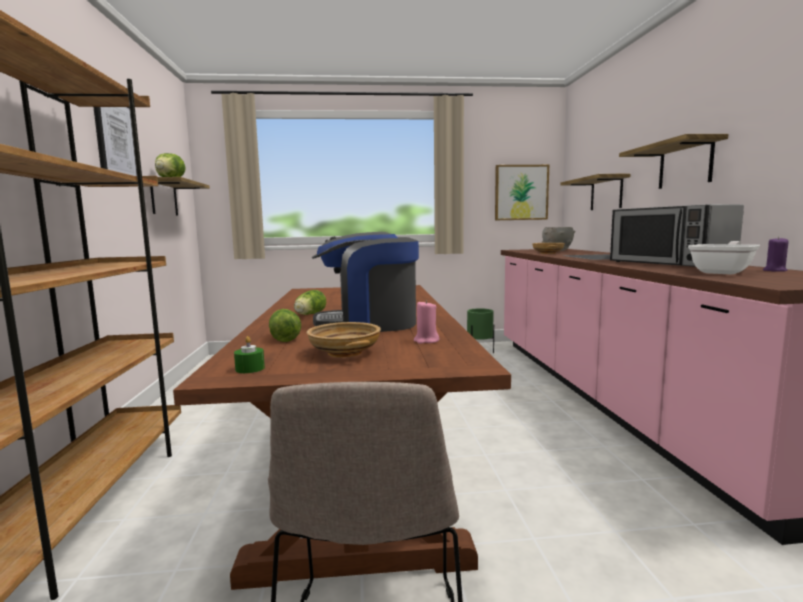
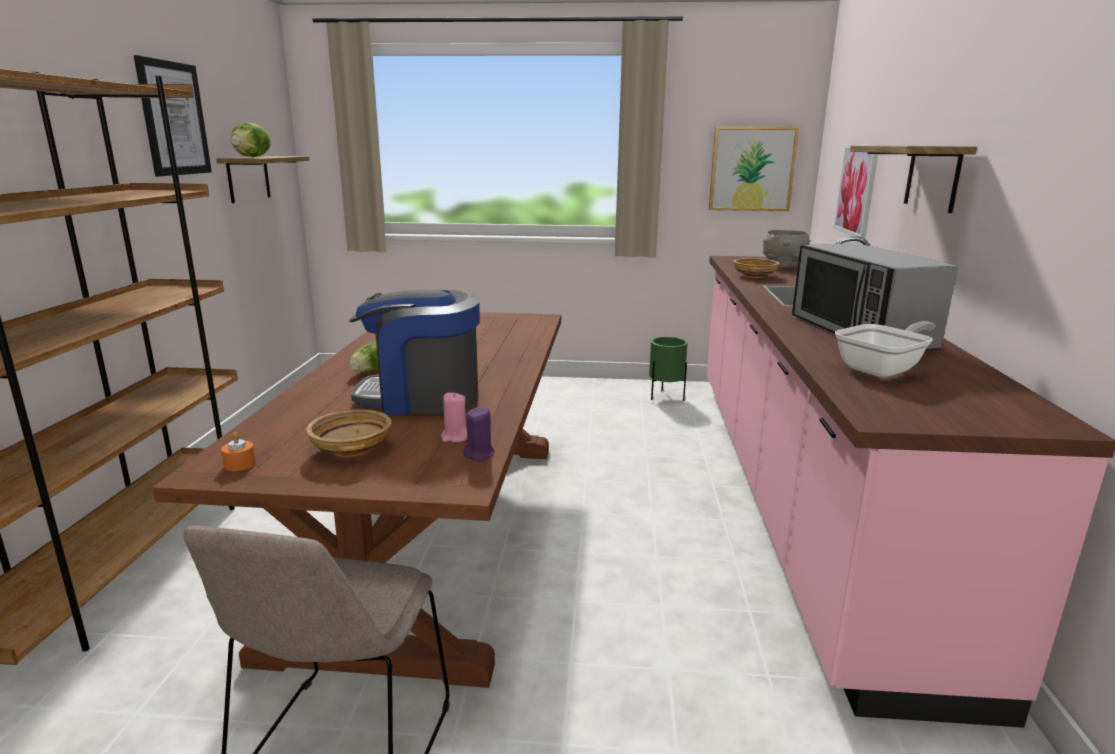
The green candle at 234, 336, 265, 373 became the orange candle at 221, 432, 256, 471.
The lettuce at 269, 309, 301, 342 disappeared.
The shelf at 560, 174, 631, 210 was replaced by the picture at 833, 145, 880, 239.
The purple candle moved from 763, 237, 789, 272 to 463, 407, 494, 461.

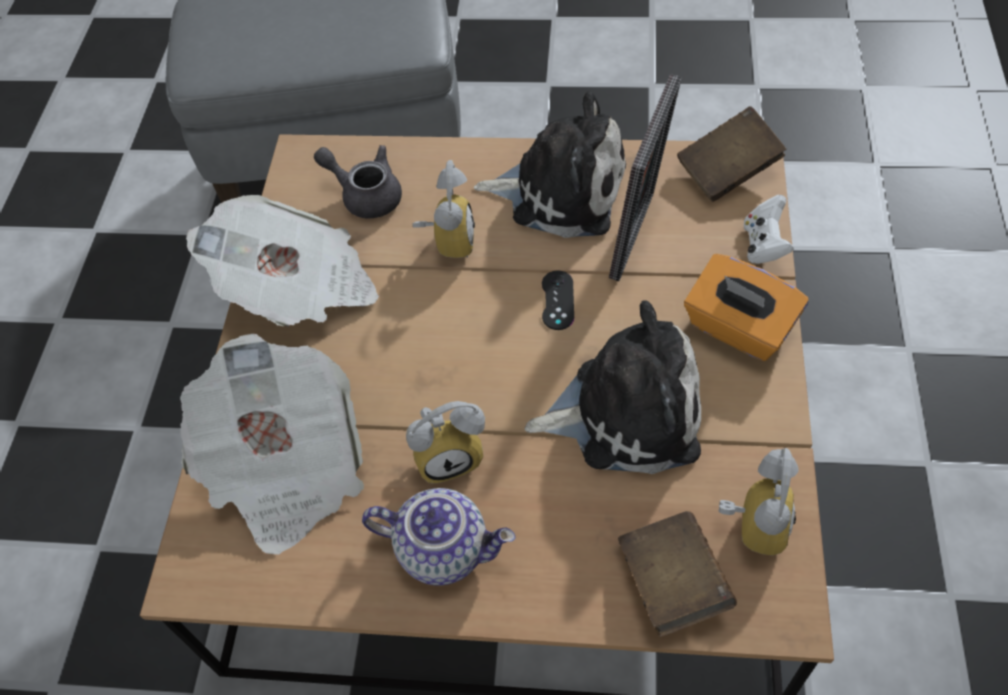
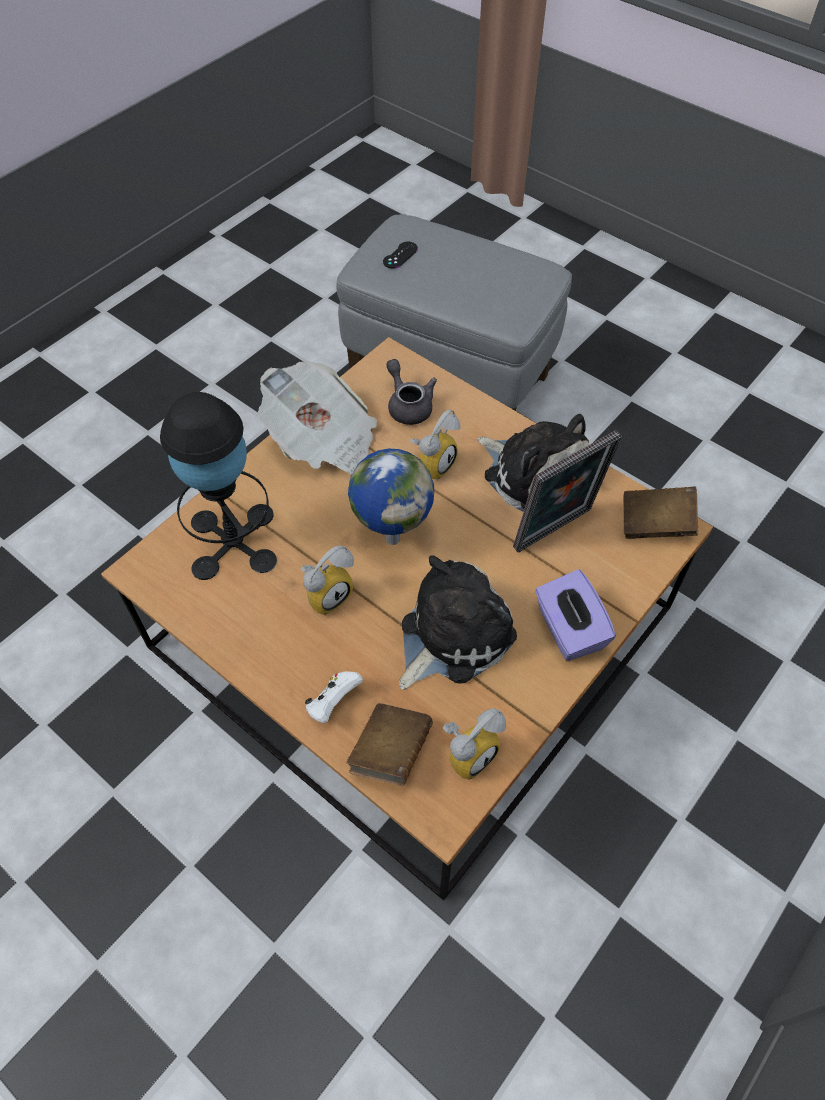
The newspaper at 180, 334, 364, 555 was replaced by the black table lamp at 160, 392, 277, 580.
The teapot at 362, 488, 515, 585 disappeared.
The alarm clock at 406, 401, 485, 484 turned 60 degrees counterclockwise.
The plush toy at 524, 301, 701, 474 turned 75 degrees counterclockwise.
The black game controller moved from 542, 270, 574, 330 to 383, 242, 418, 269.
The orange tissue box at 684, 254, 809, 361 became the purple tissue box at 535, 569, 616, 661.
The white game controller moved from 744, 195, 794, 264 to 305, 671, 363, 723.
The globe at 348, 449, 435, 545 appeared.

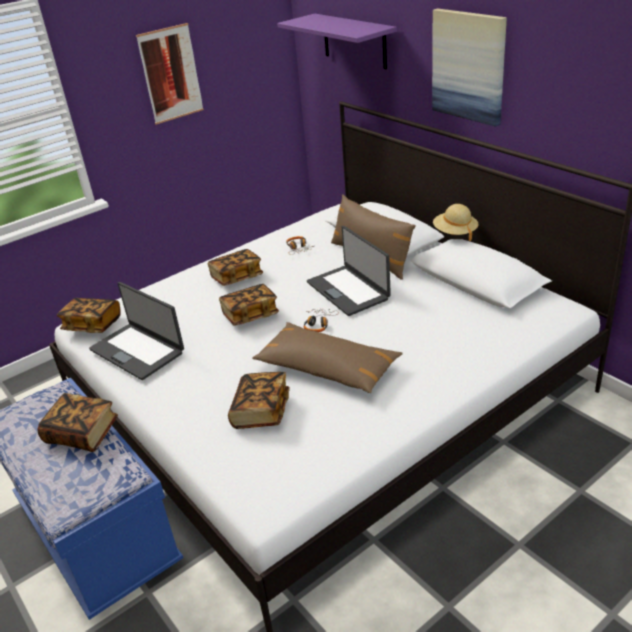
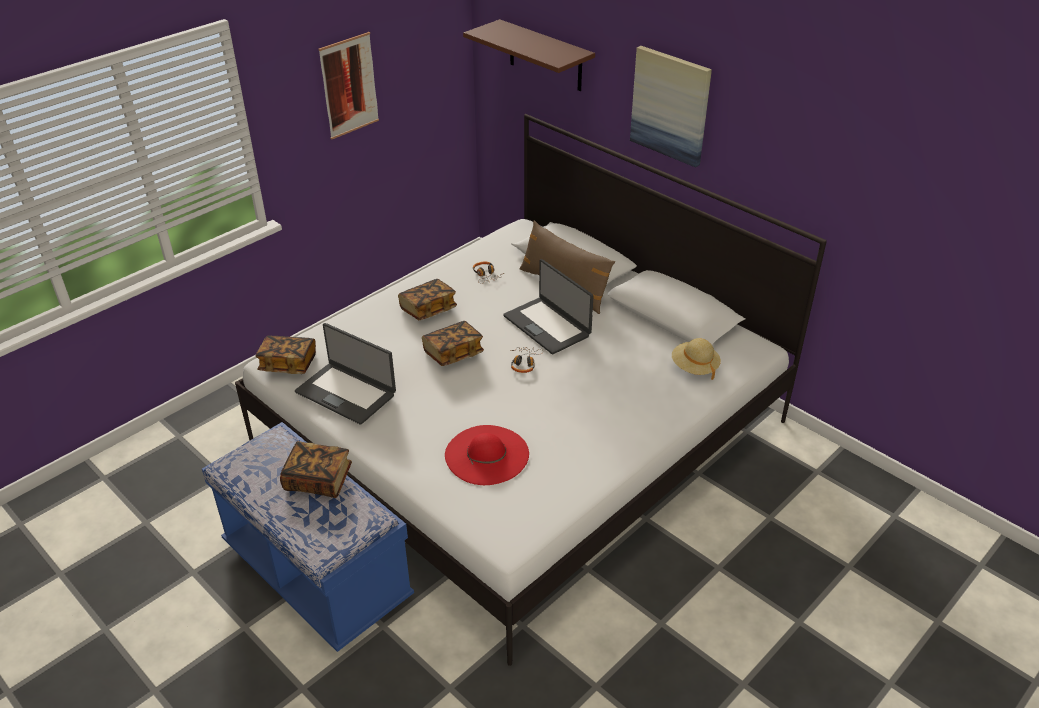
The book at 228, 372, 290, 429 was replaced by the red hat at 445, 425, 529, 485.
The brown pillow at 252, 322, 403, 393 disappeared.
The purple shelf at 277, 14, 397, 69 became the brown shelf at 463, 19, 595, 91.
The beige hat moved from 433, 204, 479, 241 to 672, 338, 721, 380.

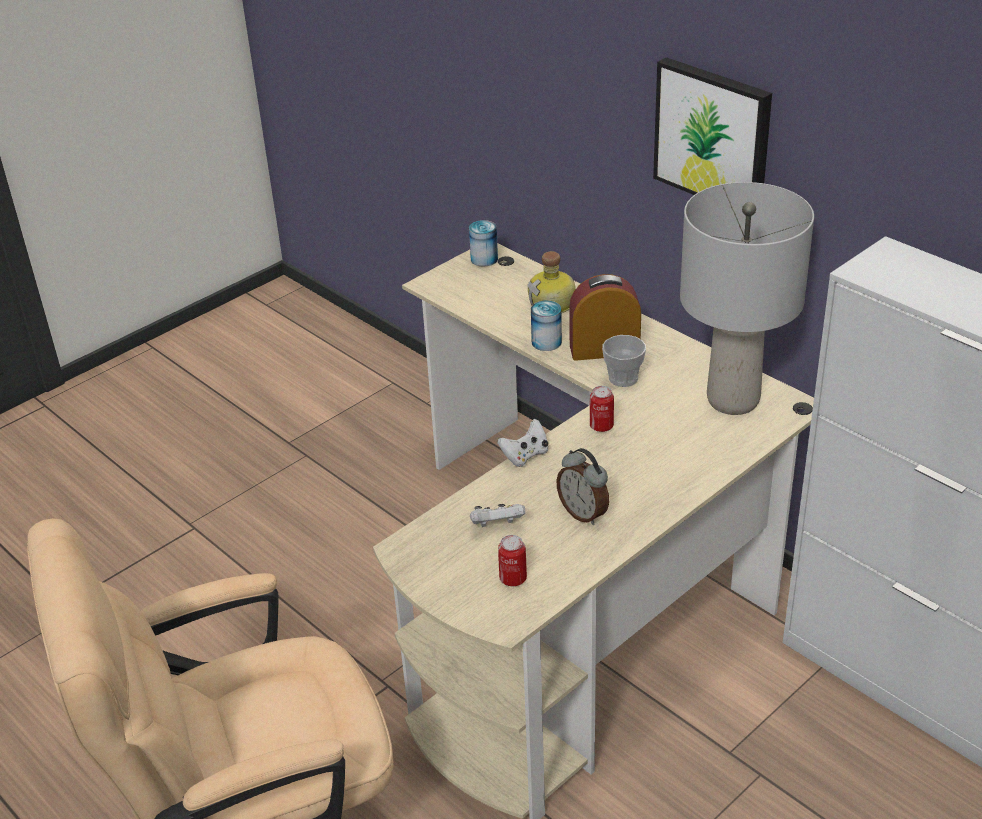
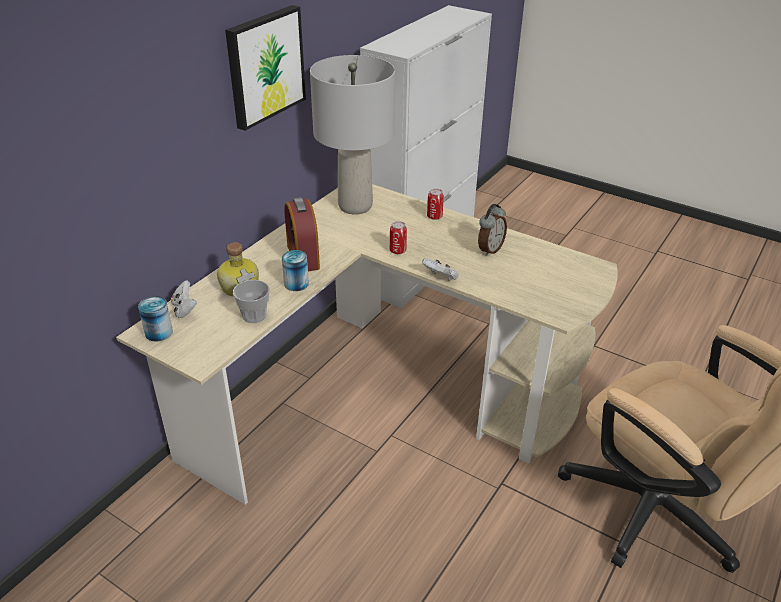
The white game controller moved from 470, 504, 525, 527 to 171, 280, 197, 318.
The can moved from 498, 535, 527, 586 to 427, 189, 444, 220.
The cup moved from 602, 335, 646, 387 to 233, 280, 270, 323.

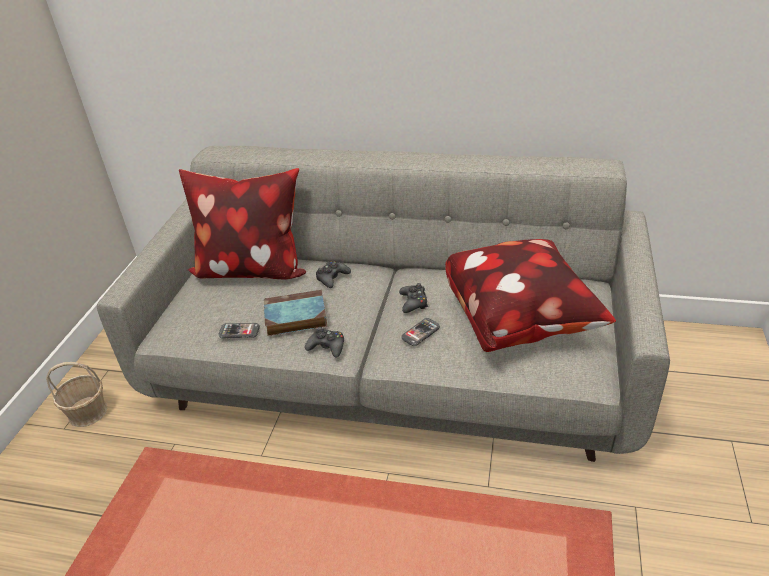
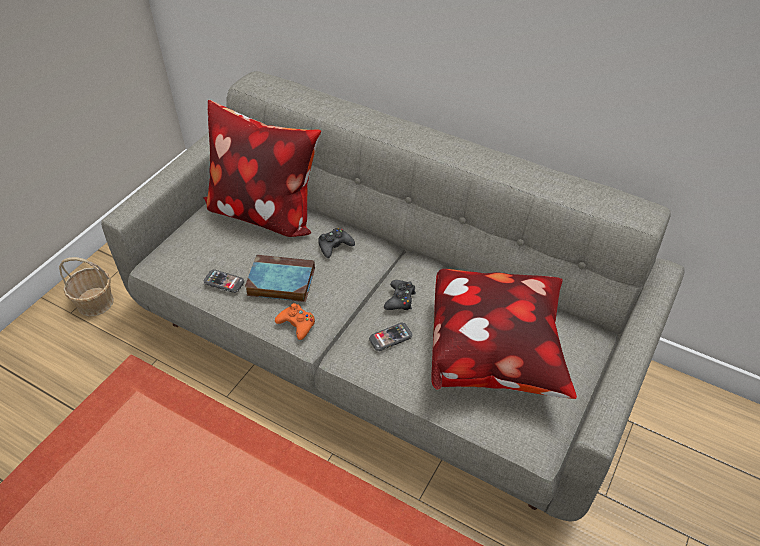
The black game controller at 305, 327, 344, 358 became the orange game controller at 275, 303, 315, 340.

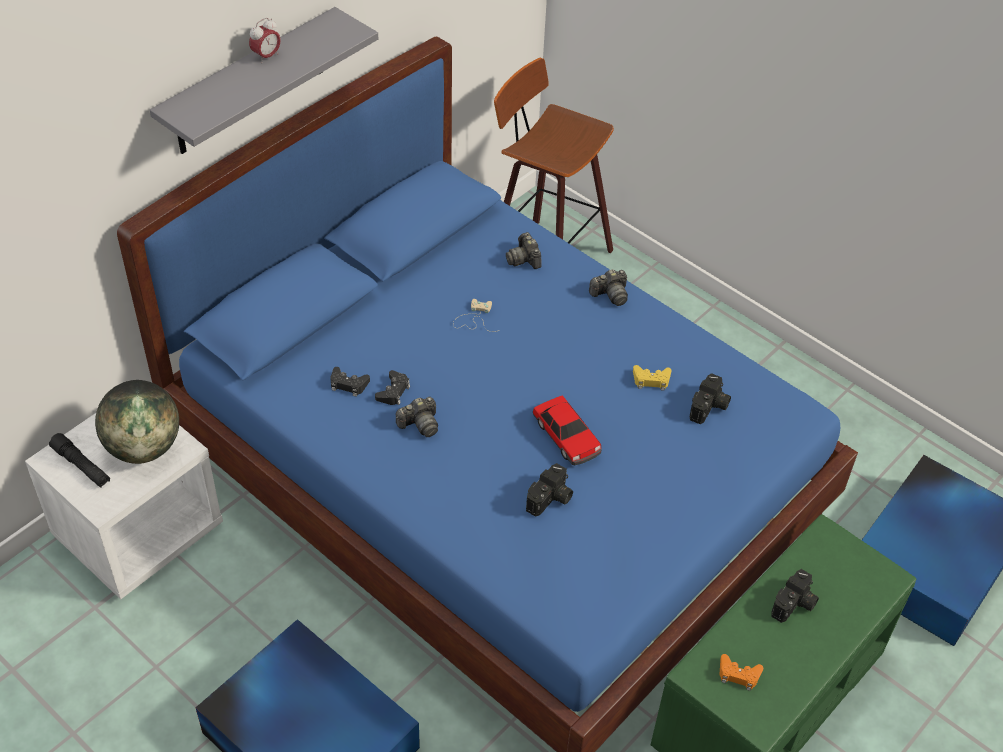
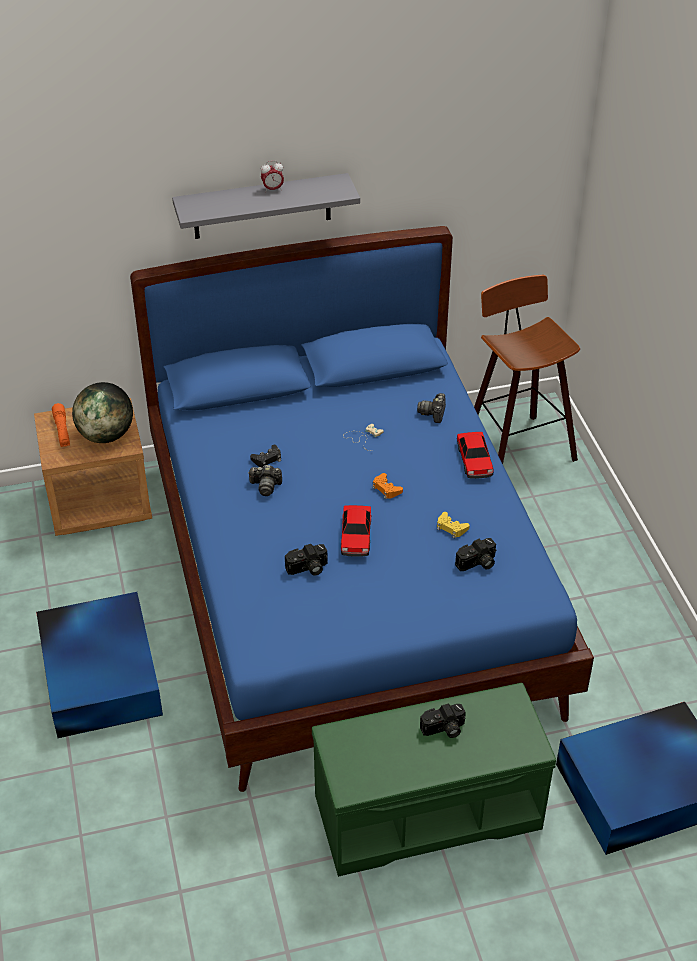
The white nightstand at 25, 413, 223, 599 became the brown nightstand at 34, 398, 152, 536.
The black flashlight at 49, 433, 110, 488 became the orange flashlight at 52, 403, 70, 447.
The black game controller at 330, 367, 370, 397 disappeared.
The photo camera at 589, 269, 628, 306 was replaced by the toy car at 457, 432, 493, 479.
The orange game controller moved from 720, 654, 763, 691 to 372, 473, 403, 499.

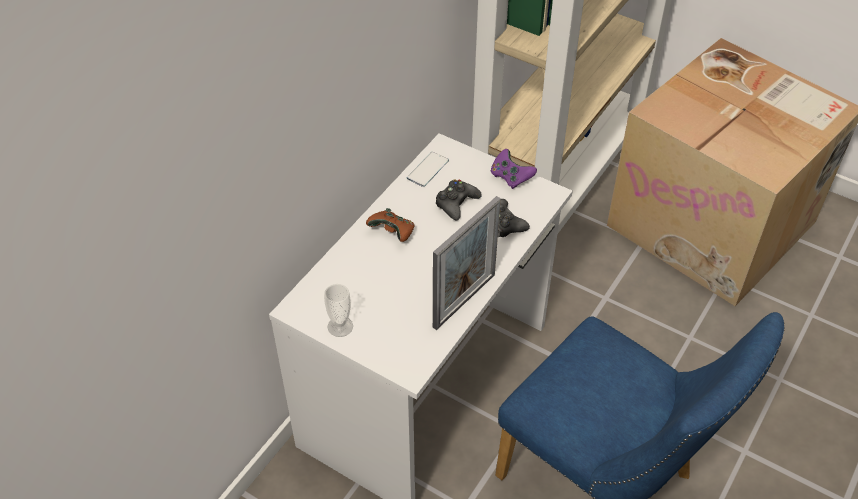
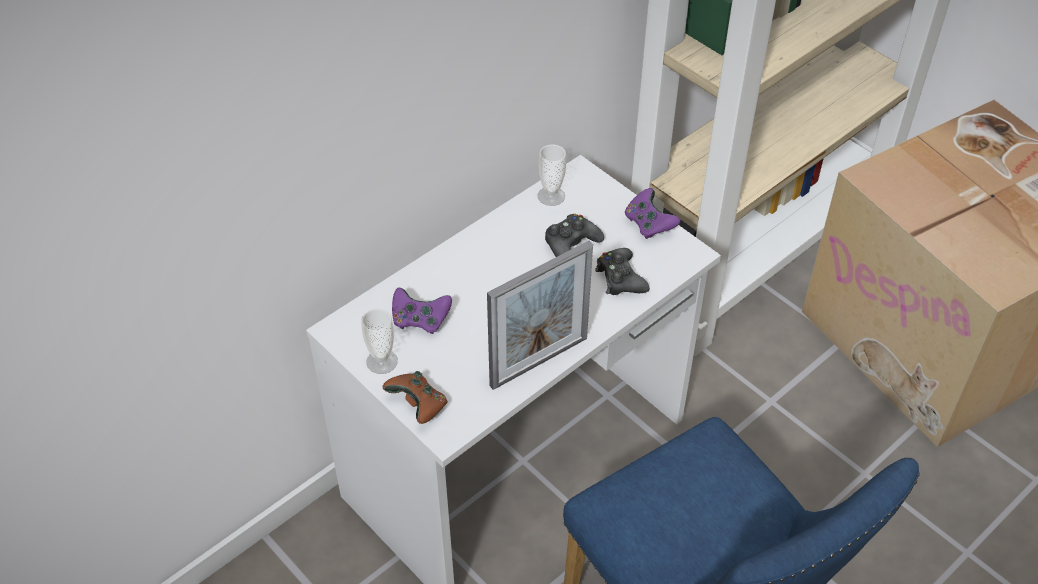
The brown game controller moved from 366, 208, 415, 242 to 383, 371, 447, 424.
The phone at 407, 152, 449, 187 was replaced by the cup at 537, 144, 566, 206.
The purple game controller at 392, 288, 452, 334 appeared.

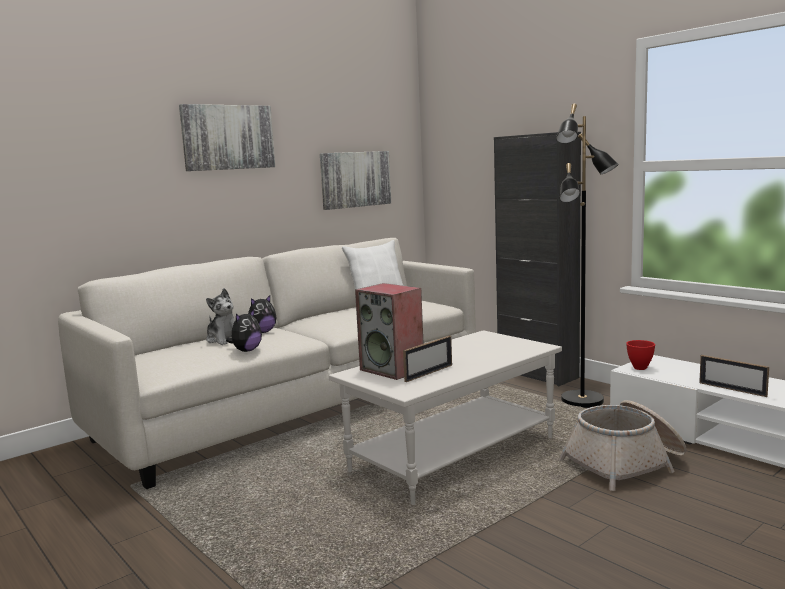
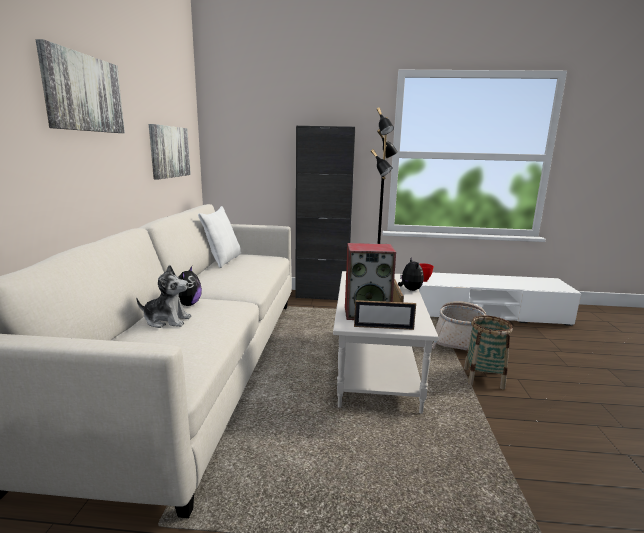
The plush toy moved from 226, 309, 262, 352 to 398, 257, 424, 291.
The picture frame moved from 699, 355, 769, 397 to 354, 300, 416, 330.
The basket at 464, 315, 513, 390 appeared.

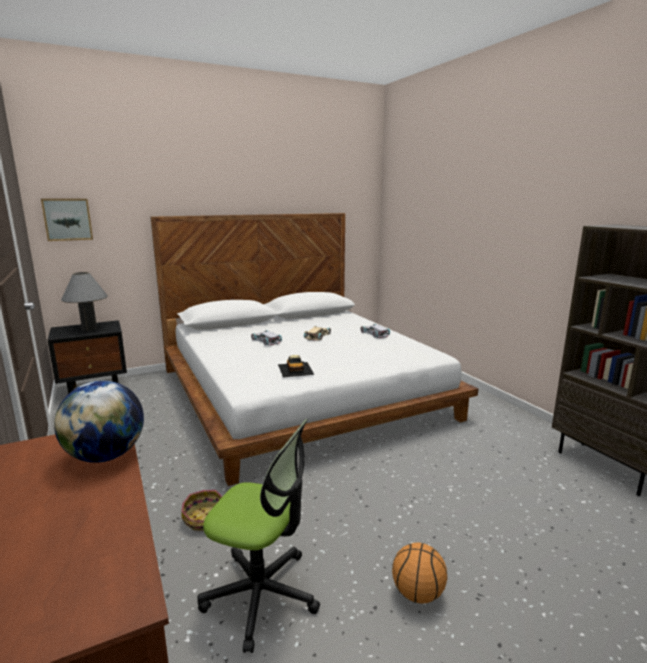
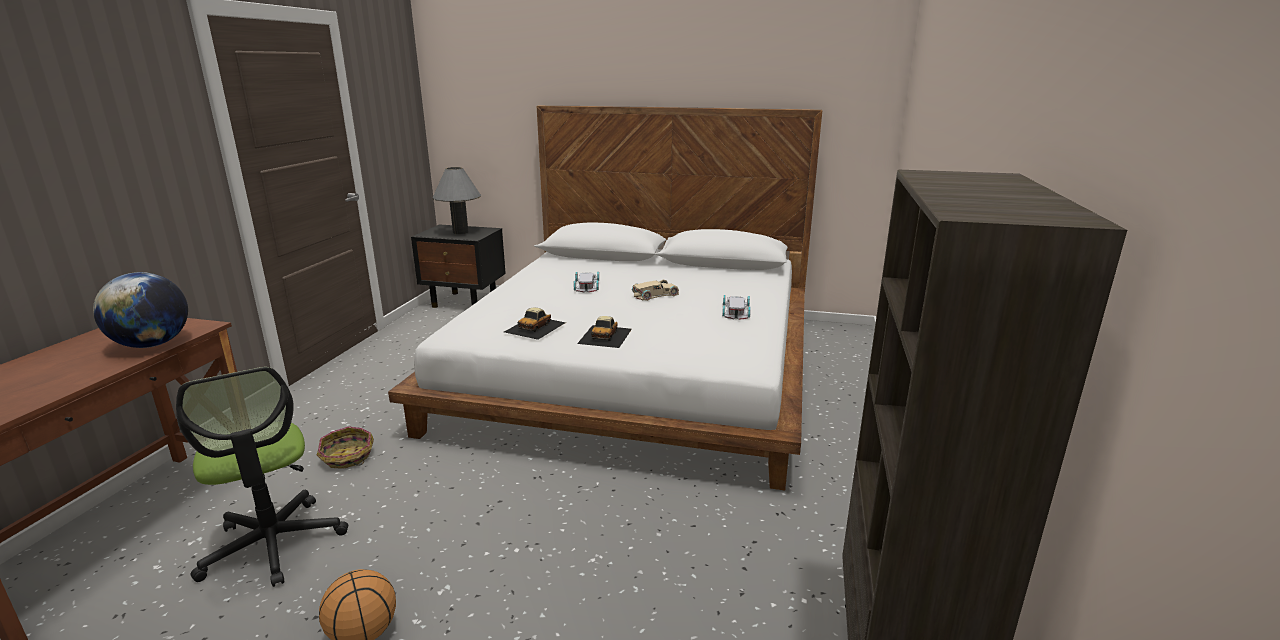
The picture at 41, 199, 93, 241 disappeared.
The toy car at 577, 316, 632, 348 appeared.

